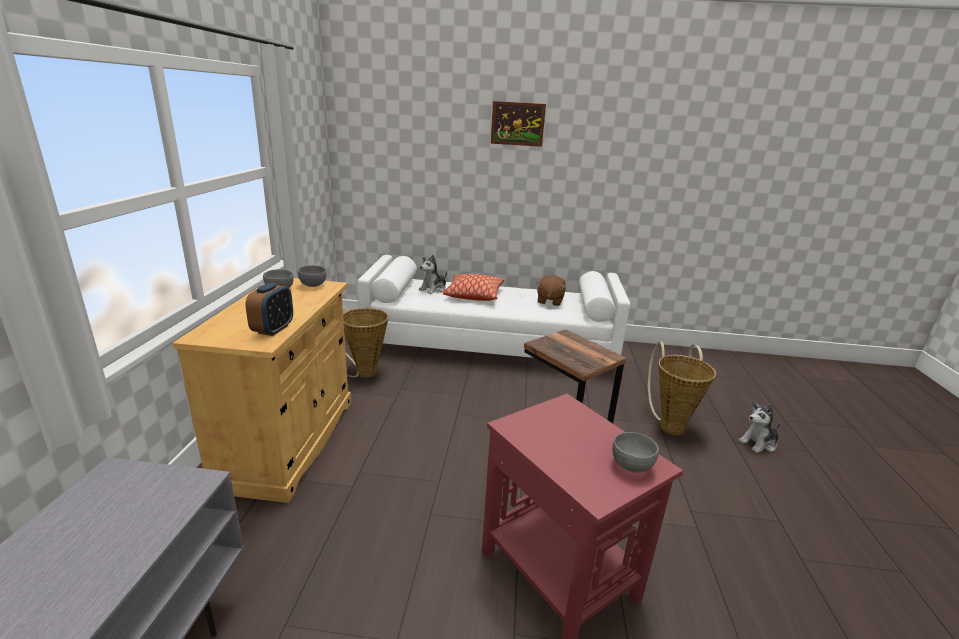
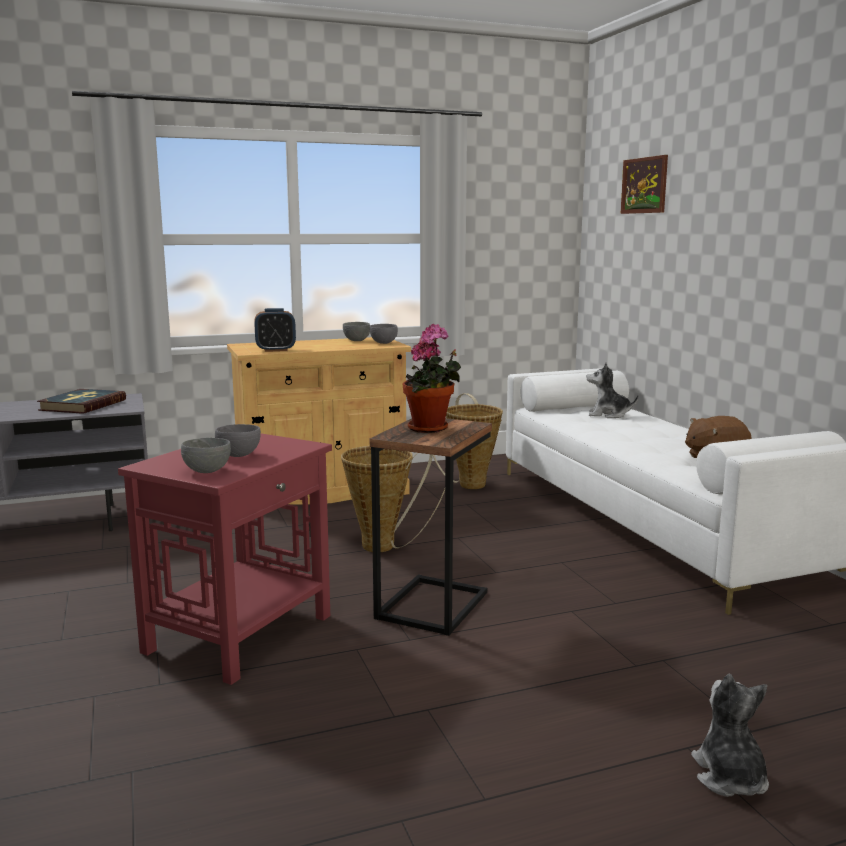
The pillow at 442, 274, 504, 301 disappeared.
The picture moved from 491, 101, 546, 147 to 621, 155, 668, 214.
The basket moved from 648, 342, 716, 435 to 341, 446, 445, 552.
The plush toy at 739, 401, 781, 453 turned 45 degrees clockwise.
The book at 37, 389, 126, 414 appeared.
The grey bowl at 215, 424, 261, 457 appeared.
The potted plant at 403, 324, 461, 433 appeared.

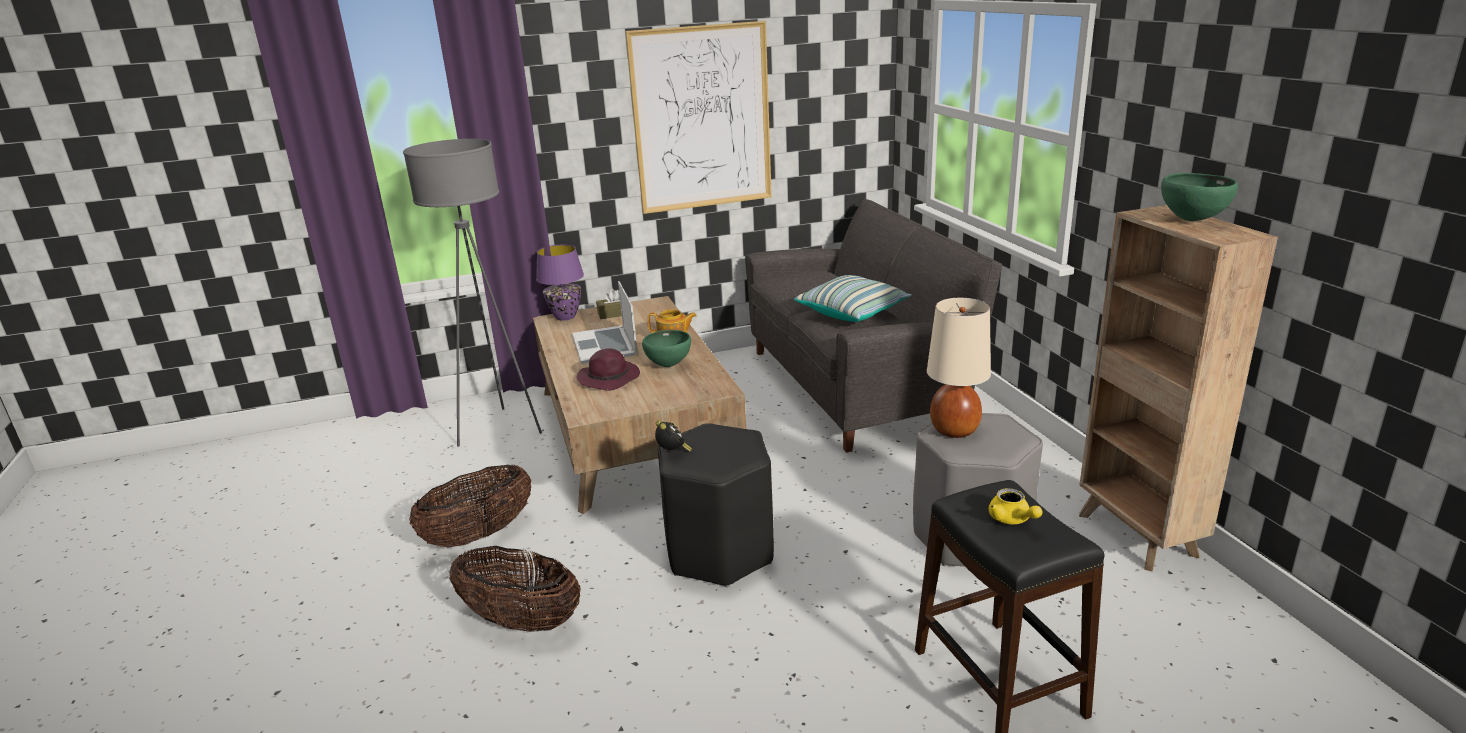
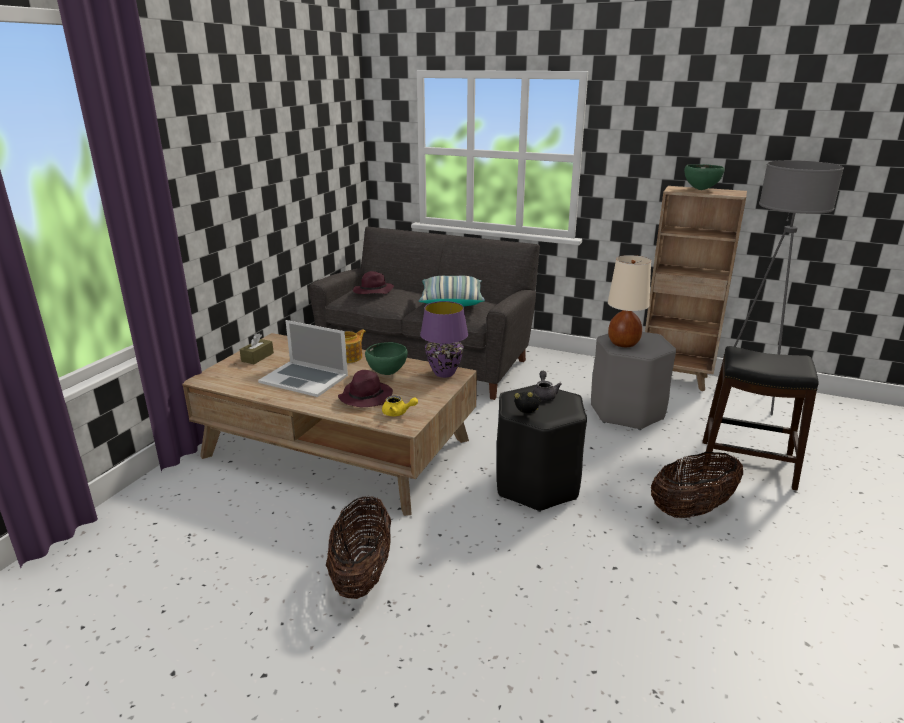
The grey floor lamp moved from 403, 139, 542, 447 to 734, 160, 844, 415.
The basket moved from 449, 546, 581, 632 to 651, 452, 743, 518.
The purple table lamp moved from 536, 245, 584, 321 to 420, 301, 468, 378.
The picture at 625, 21, 772, 214 disappeared.
The yellow teapot moved from 989, 488, 1043, 524 to 382, 396, 418, 416.
The purple hat at 353, 271, 394, 294 appeared.
The grey teapot at 532, 371, 562, 401 appeared.

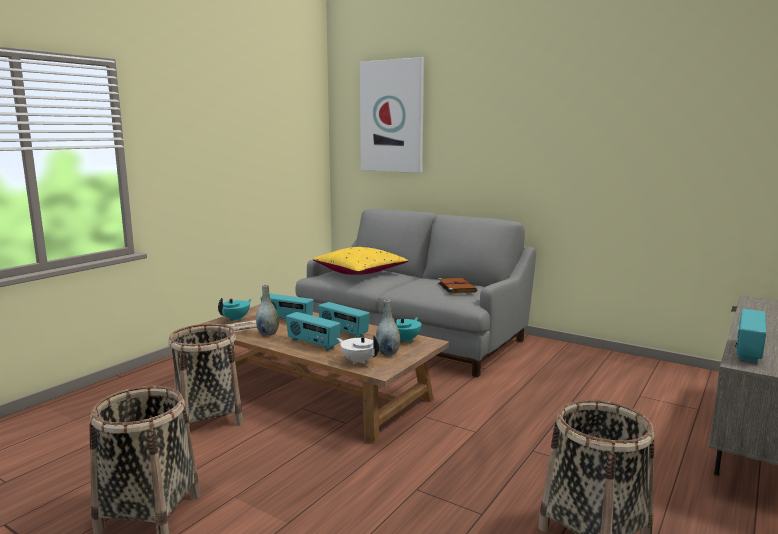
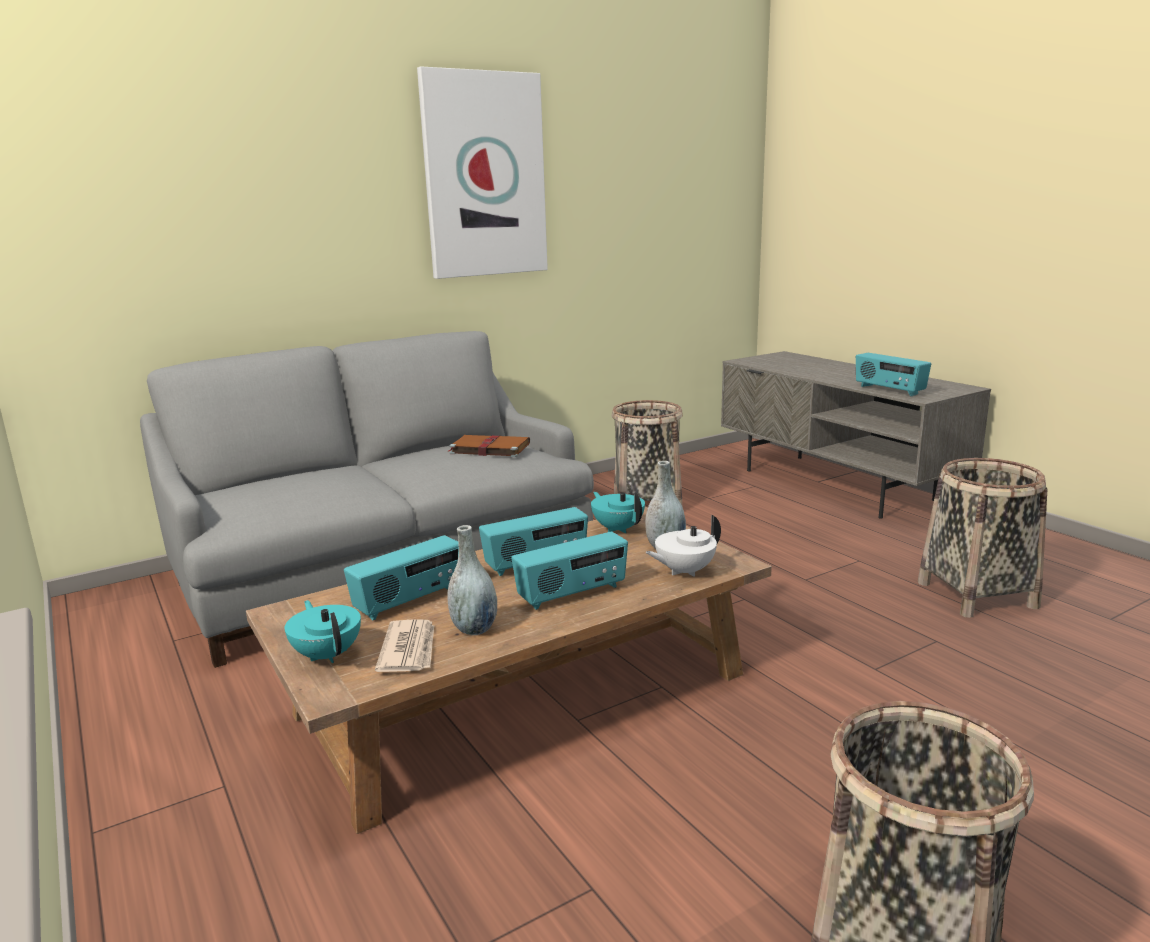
The basket moved from 168, 324, 243, 434 to 612, 400, 683, 505.
The yellow pillow at 312, 247, 408, 275 disappeared.
The picture moved from 360, 57, 424, 173 to 417, 66, 548, 279.

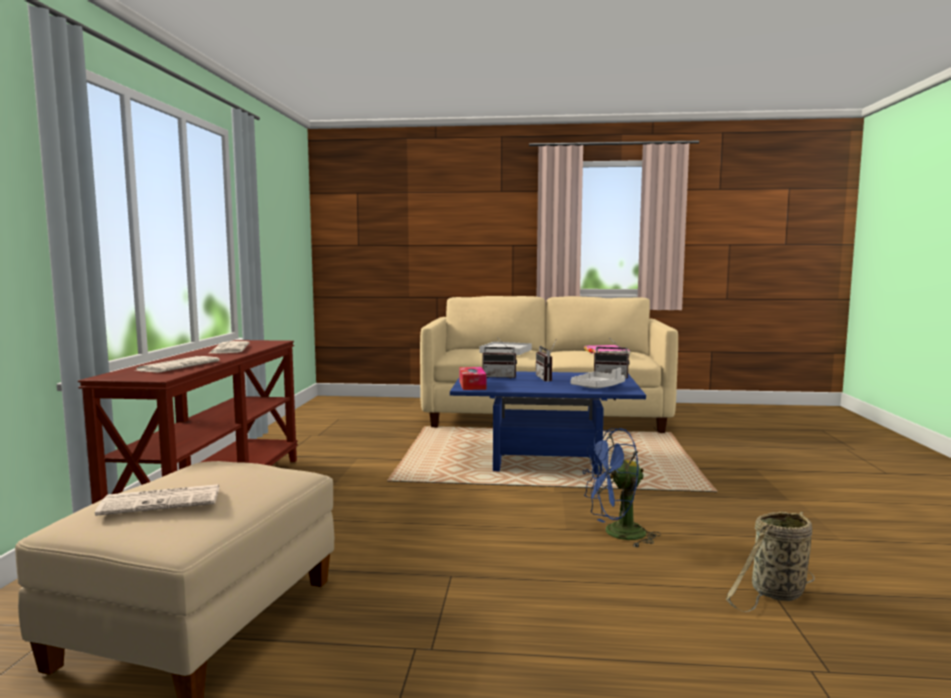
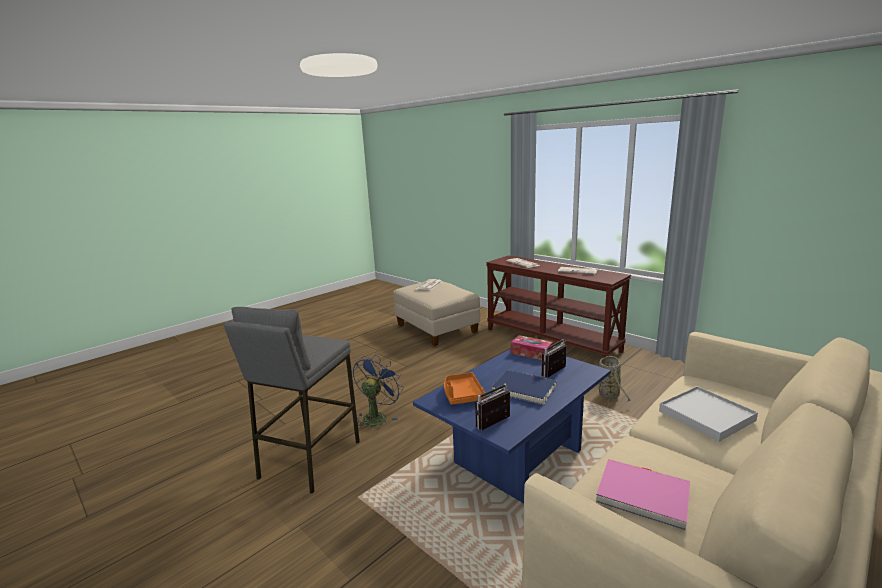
The radio at 536, 340, 556, 382 was replaced by the blue book at 492, 370, 557, 405.
The grey tray at 571, 368, 625, 388 became the orange tray at 444, 372, 486, 405.
The basket moved from 726, 512, 815, 612 to 599, 356, 631, 405.
The grey stool at 224, 307, 360, 494 appeared.

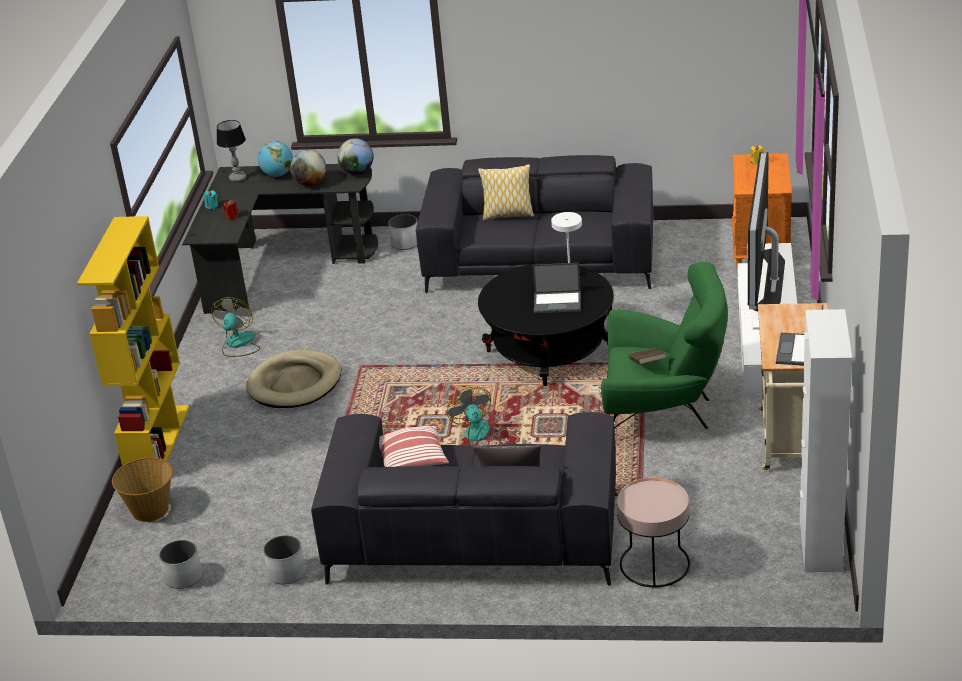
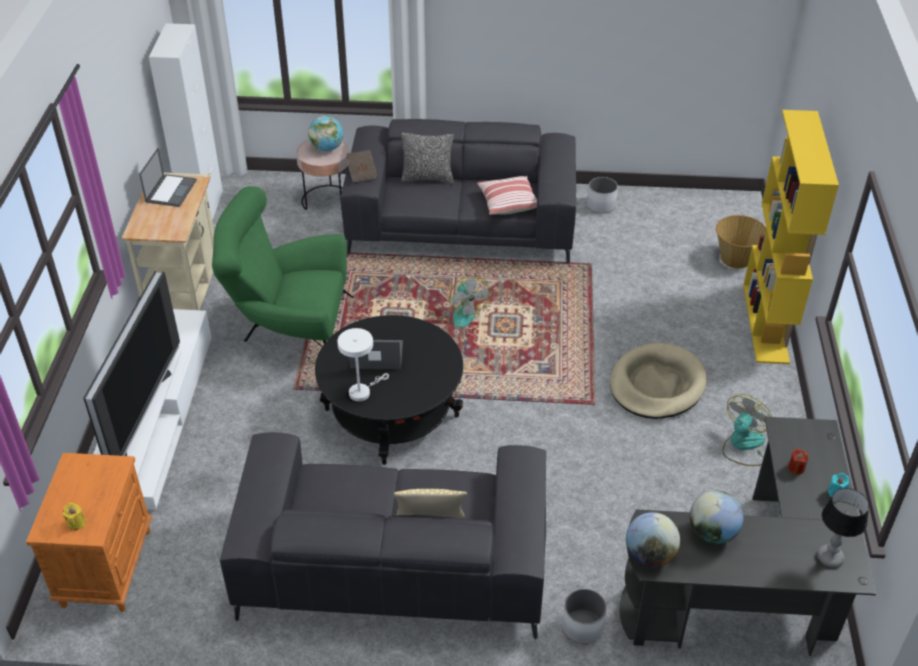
The white planter at 159, 540, 202, 589 disappeared.
The fan at 211, 297, 260, 357 turned 150 degrees counterclockwise.
The globe moved from 258, 141, 293, 177 to 308, 116, 343, 151.
The brown book moved from 629, 348, 666, 364 to 346, 150, 378, 183.

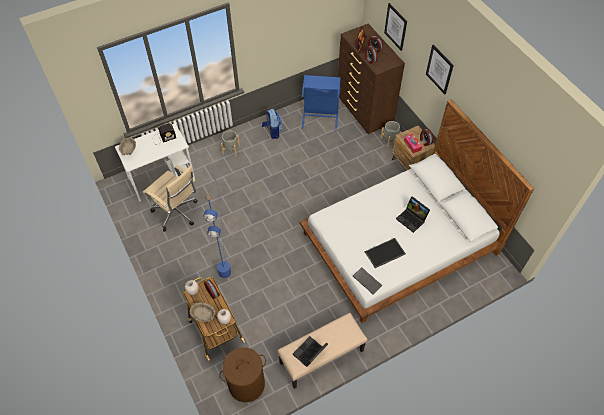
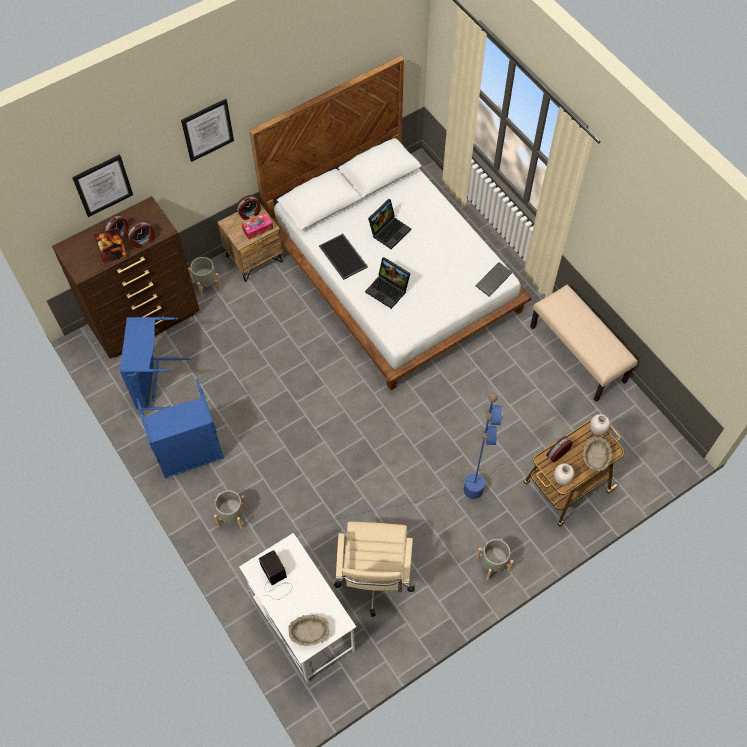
The beige office chair at 142, 165, 198, 232 turned 150 degrees clockwise.
The brown laundry basket at 219, 347, 266, 402 disappeared.
The backpack at 262, 109, 283, 139 was replaced by the blue laundry basket at 136, 378, 224, 478.
The laptop moved from 293, 336, 328, 367 to 365, 257, 410, 309.
The tray moved from 365, 238, 406, 268 to 319, 234, 368, 280.
The grey planter at 476, 539, 513, 580 appeared.

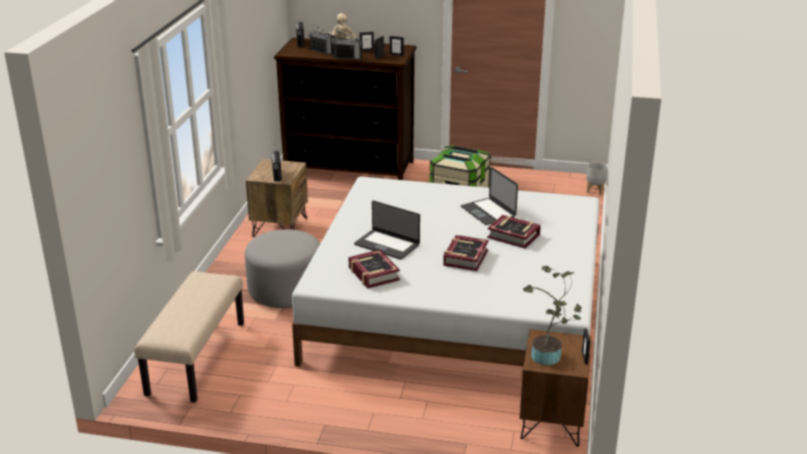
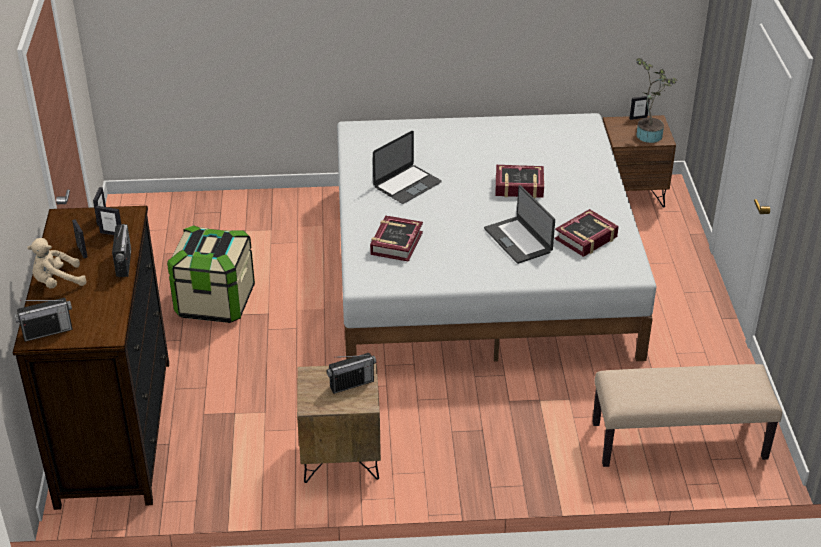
The grey ottoman at 245, 229, 320, 308 disappeared.
The radio at 309, 24, 335, 55 disappeared.
The laptop at 354, 200, 420, 260 turned 135 degrees clockwise.
The book moved from 487, 215, 541, 249 to 370, 215, 423, 262.
The grey planter at 586, 162, 608, 195 disappeared.

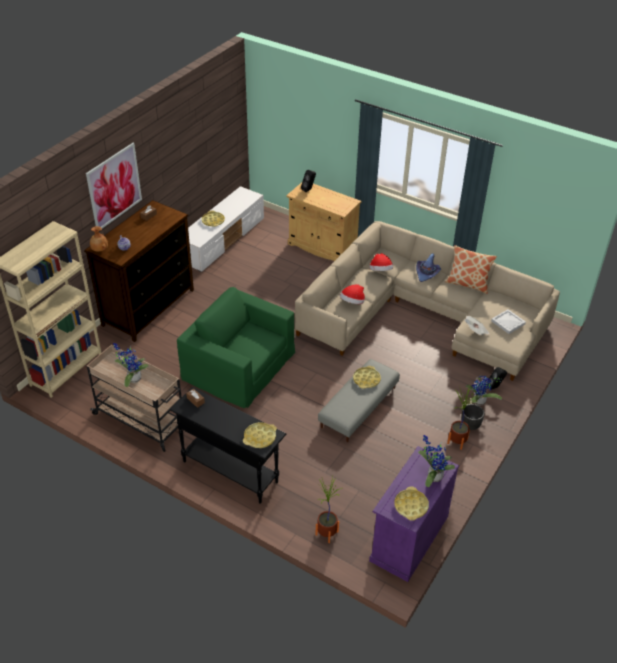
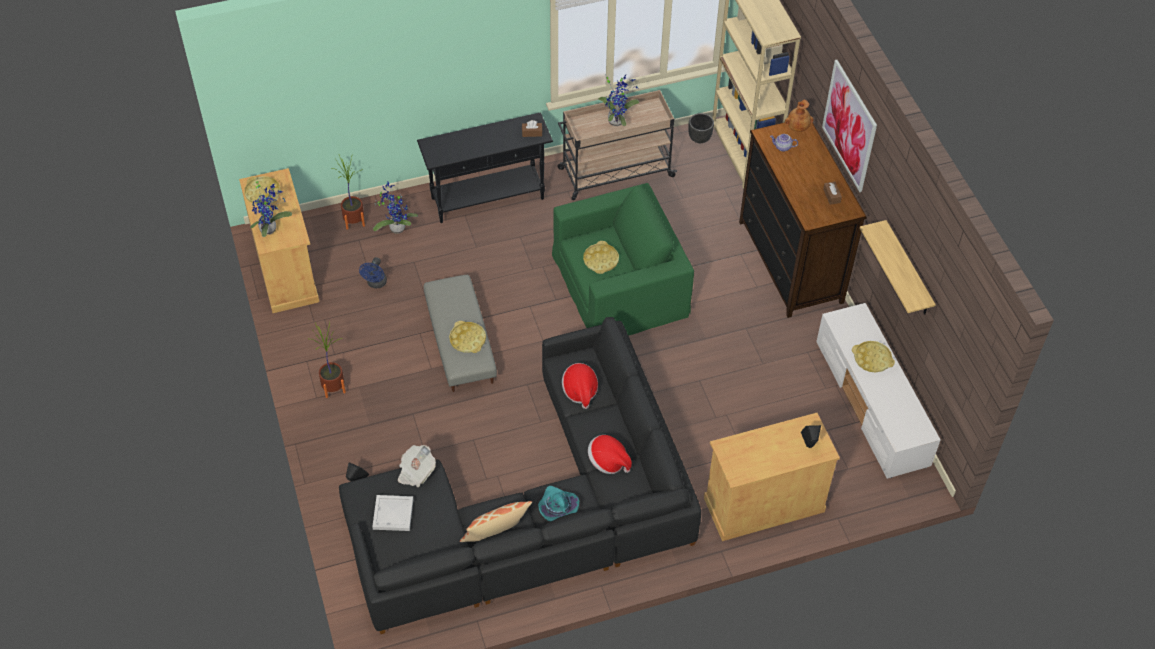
The yellow tray moved from 243, 422, 277, 448 to 583, 241, 619, 274.
The beige sofa at 295, 221, 560, 381 became the black sofa at 339, 317, 701, 634.
The purple cabinet at 369, 446, 459, 582 became the beige cabinet at 239, 168, 319, 313.
The purple hat at 416, 253, 441, 282 became the turquoise hat at 538, 486, 579, 522.
The black planter moved from 461, 404, 484, 430 to 688, 113, 714, 143.
The potted plant moved from 466, 375, 502, 405 to 373, 182, 418, 234.
The blue fan at 359, 257, 387, 288 appeared.
The shelf at 860, 220, 936, 315 appeared.

